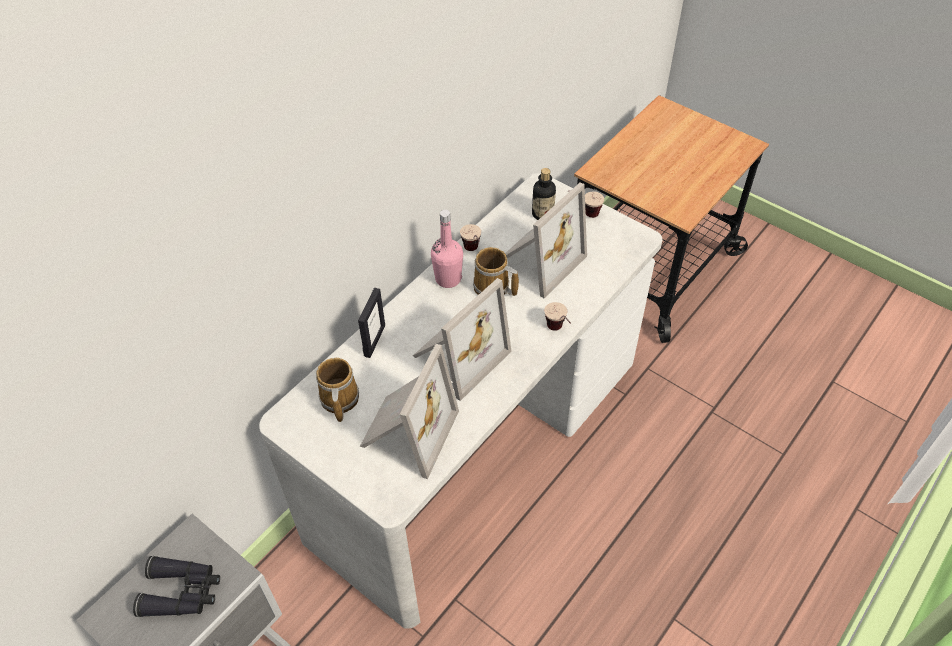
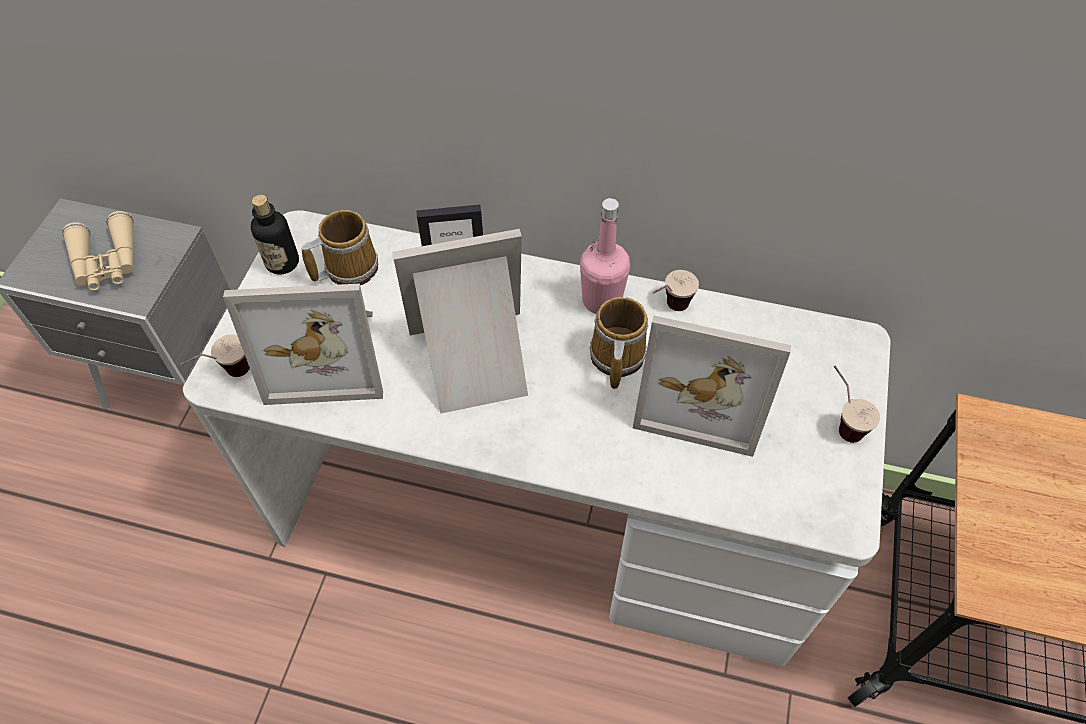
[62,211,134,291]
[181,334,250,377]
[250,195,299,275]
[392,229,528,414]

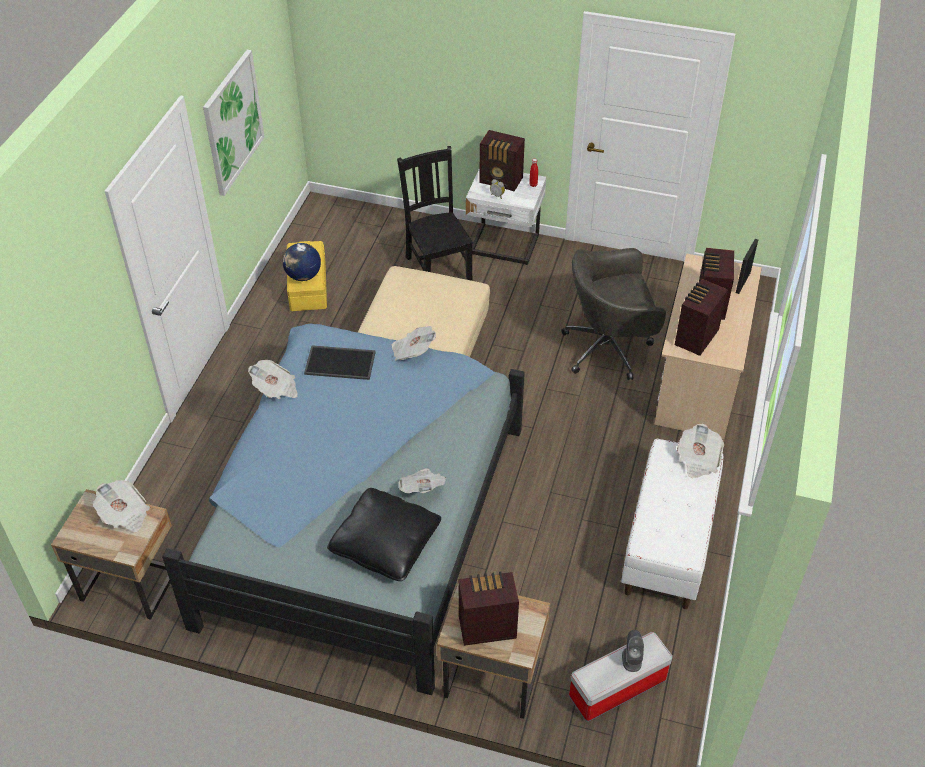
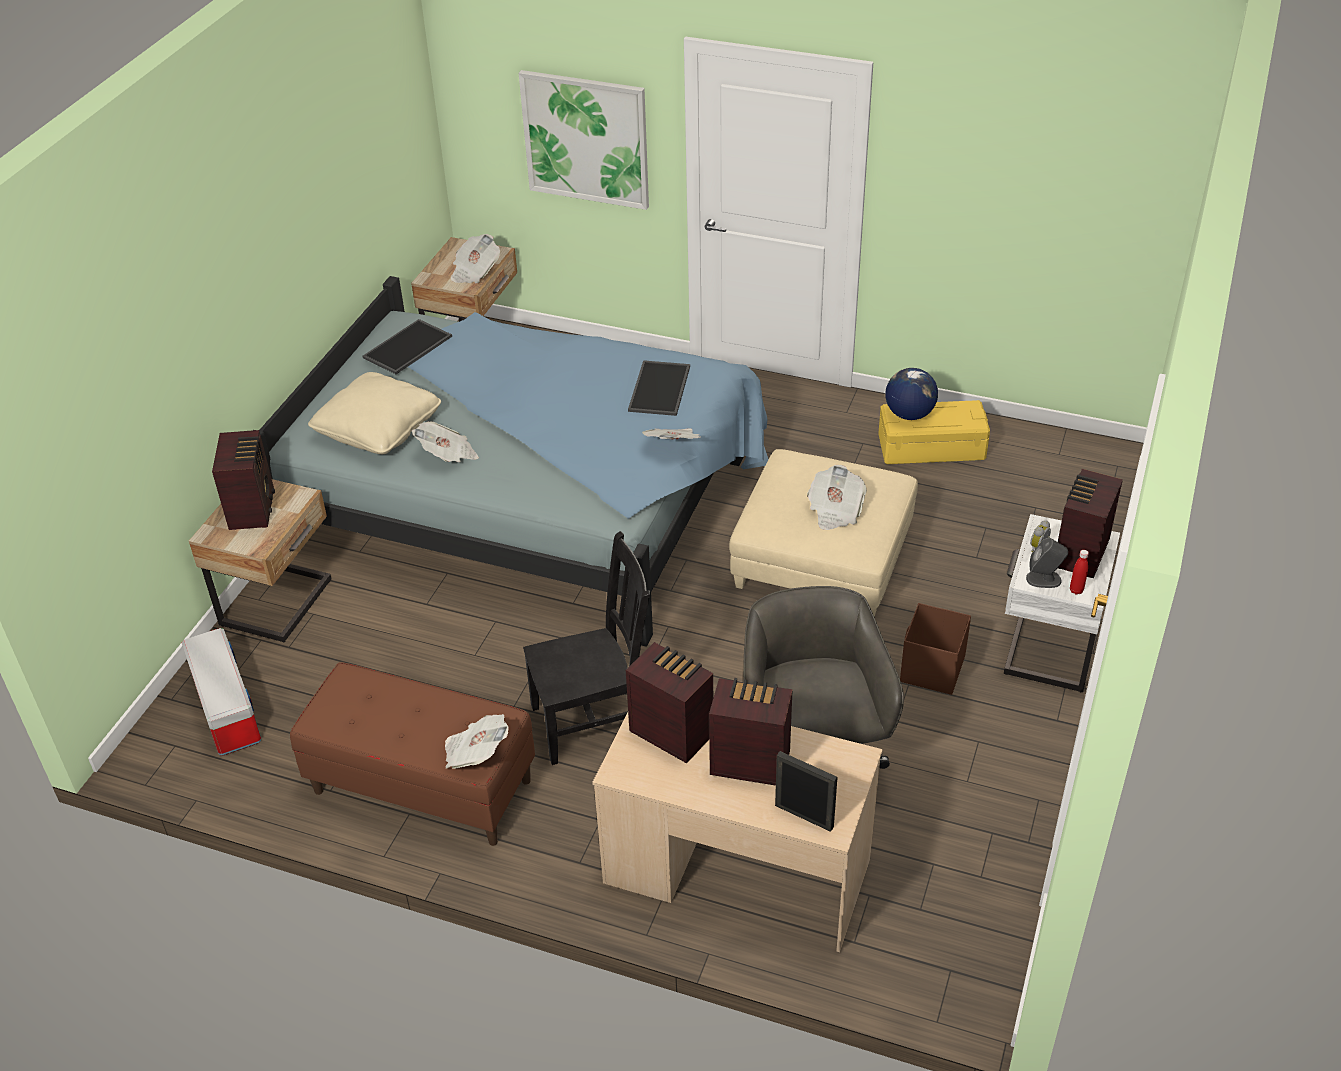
[290,662,535,846]
[308,372,441,454]
[363,319,452,374]
[519,70,649,210]
[523,531,650,765]
[807,465,867,530]
[900,603,971,695]
[1026,538,1068,588]

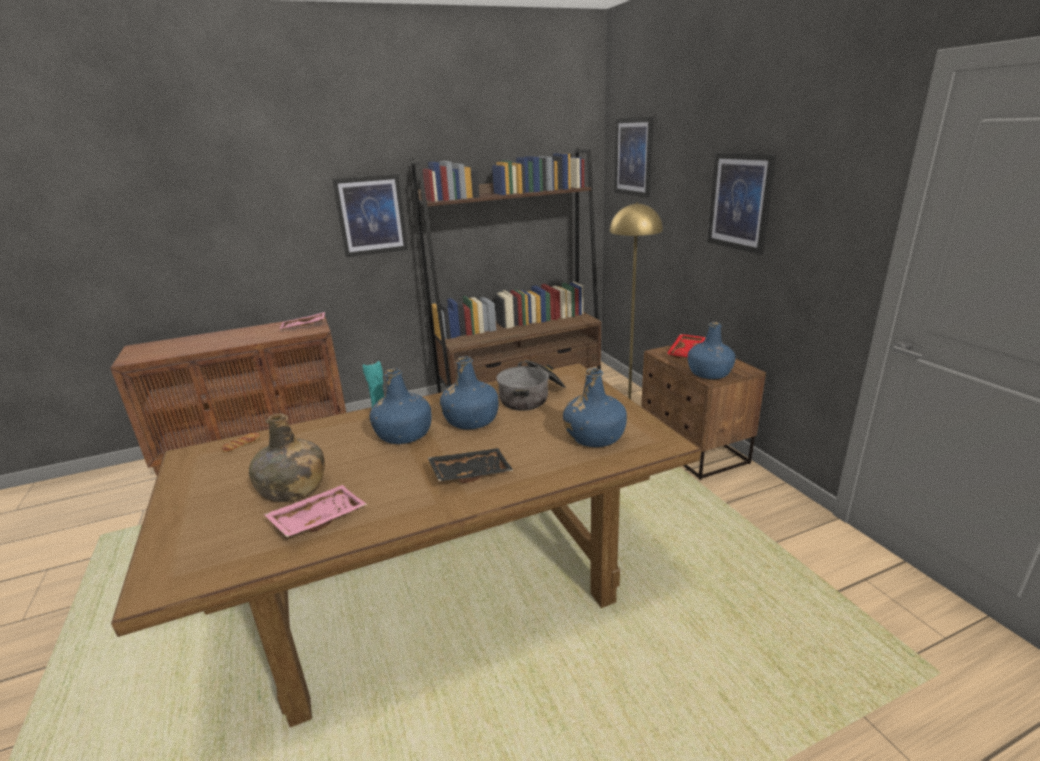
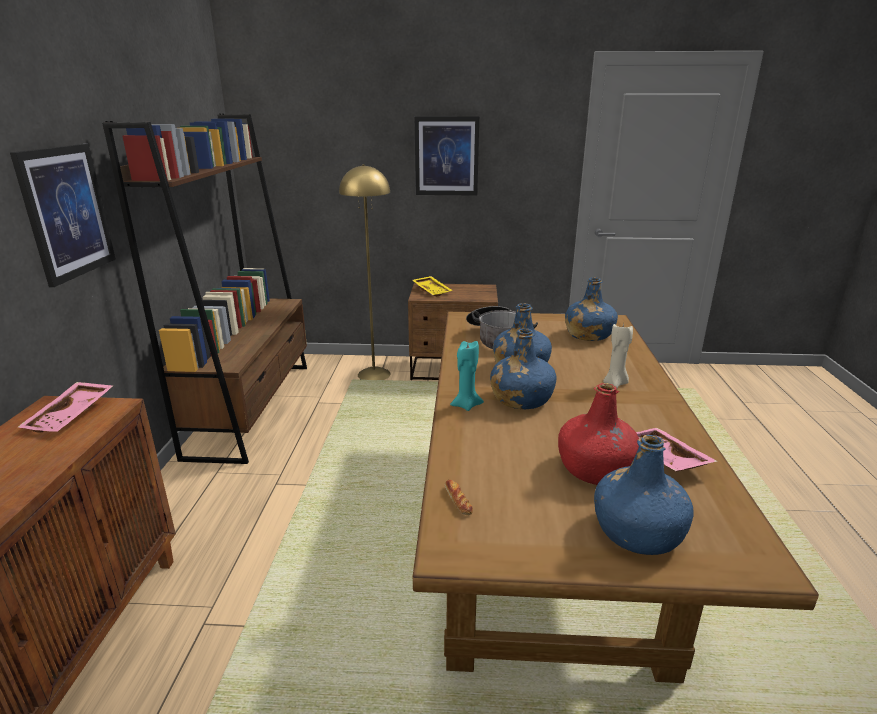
[412,276,453,297]
[558,383,639,485]
[594,435,694,555]
[603,323,633,388]
[614,117,654,198] (first image)

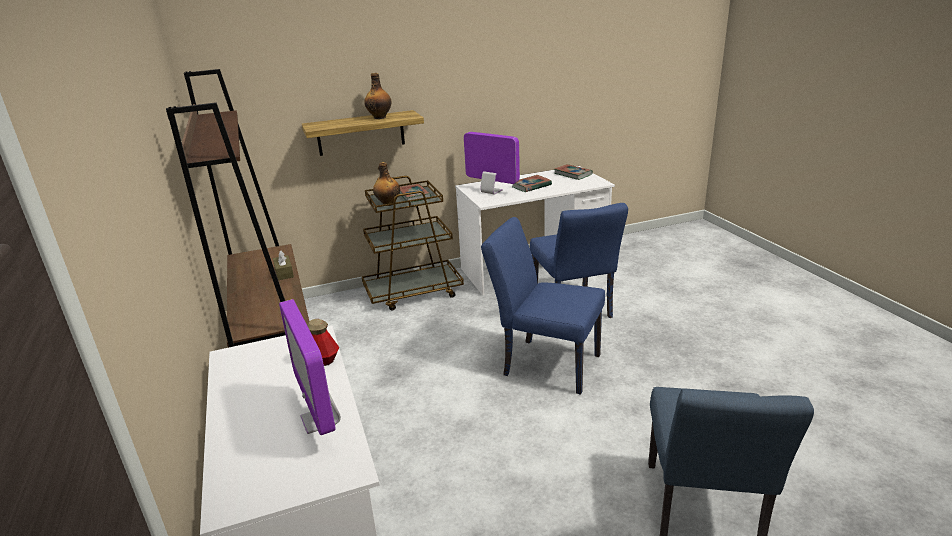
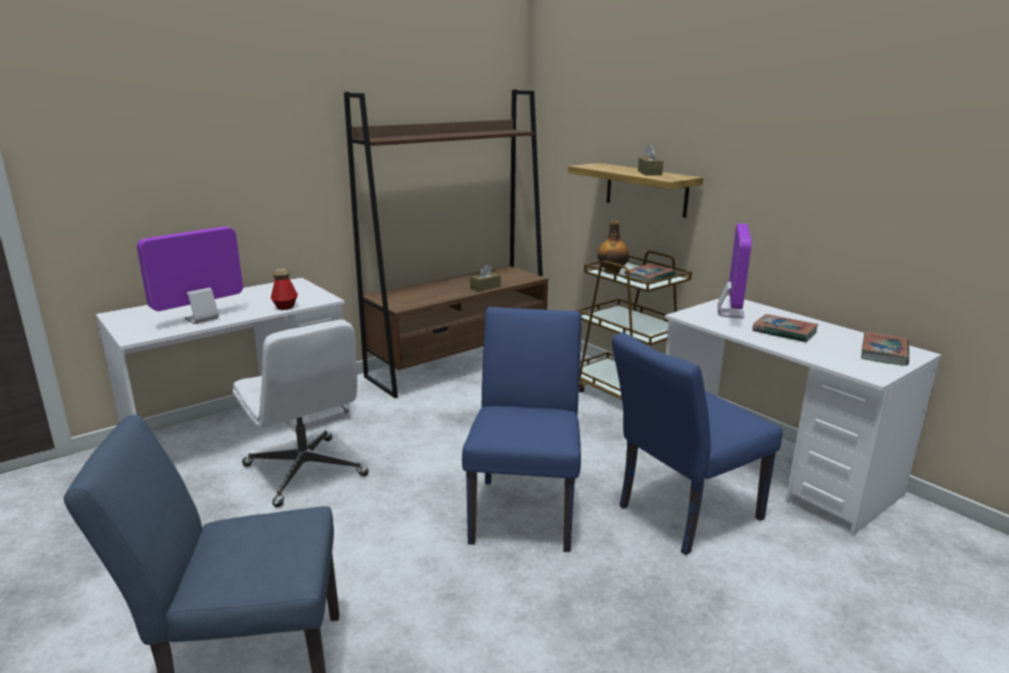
[233,320,369,507]
[638,145,663,176]

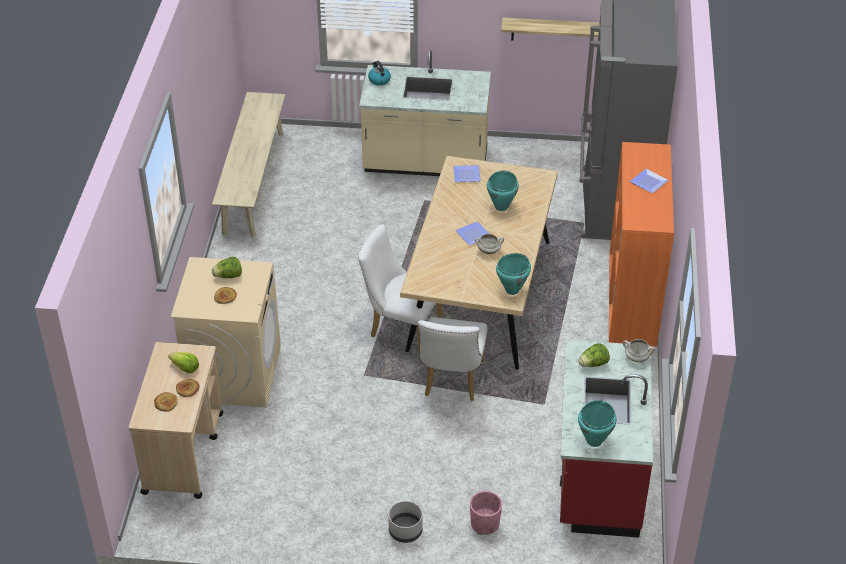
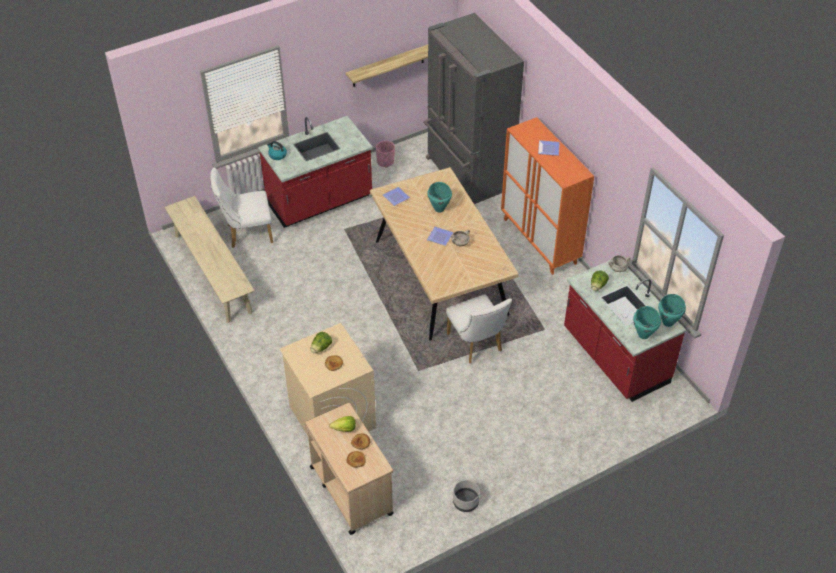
[210,167,273,248]
[258,116,373,228]
[376,141,395,167]
[453,480,480,512]
[658,294,686,327]

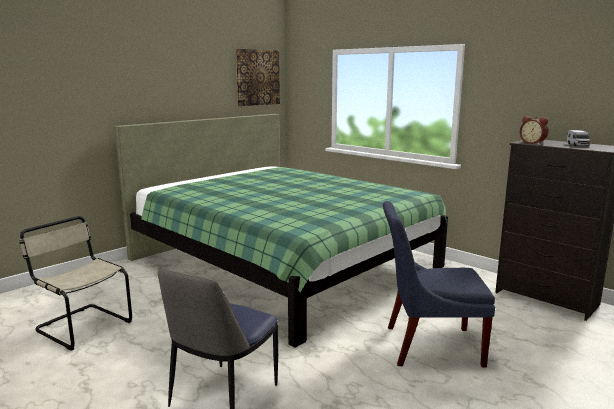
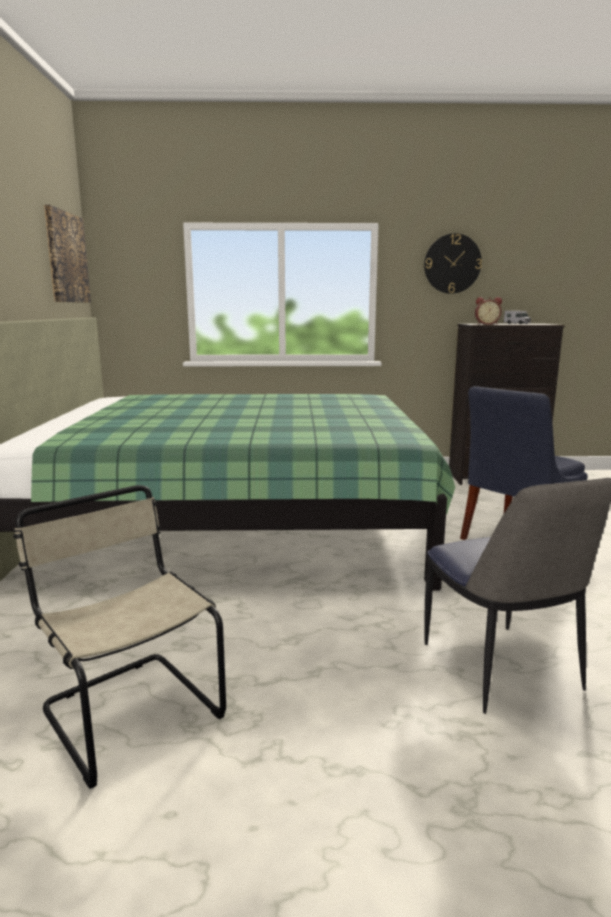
[13,485,226,789]
[424,233,482,294]

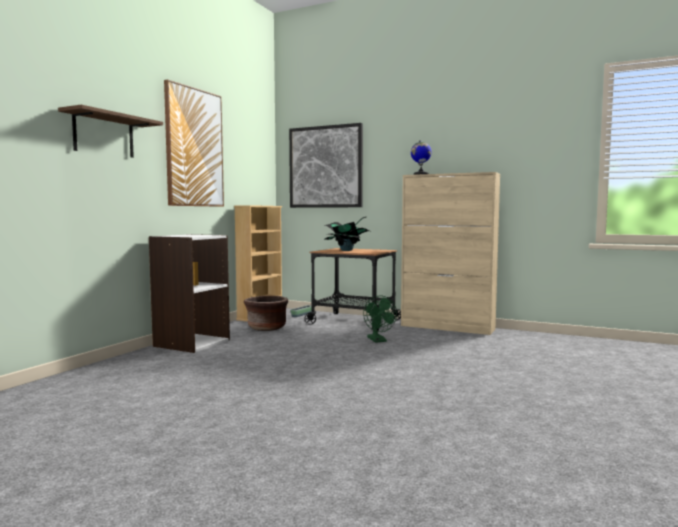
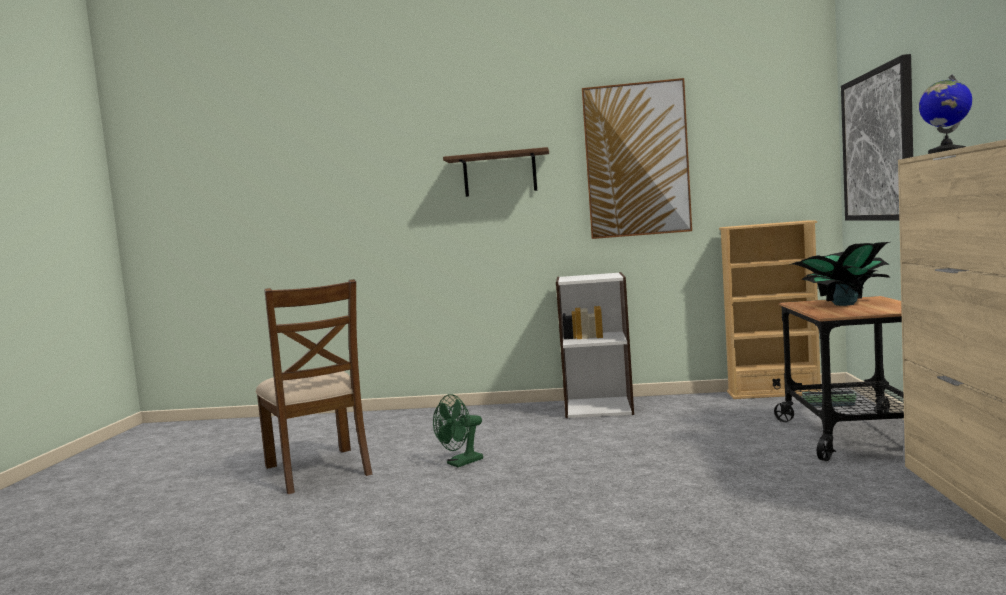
[256,279,372,494]
[433,394,483,467]
[244,296,289,331] (first image)

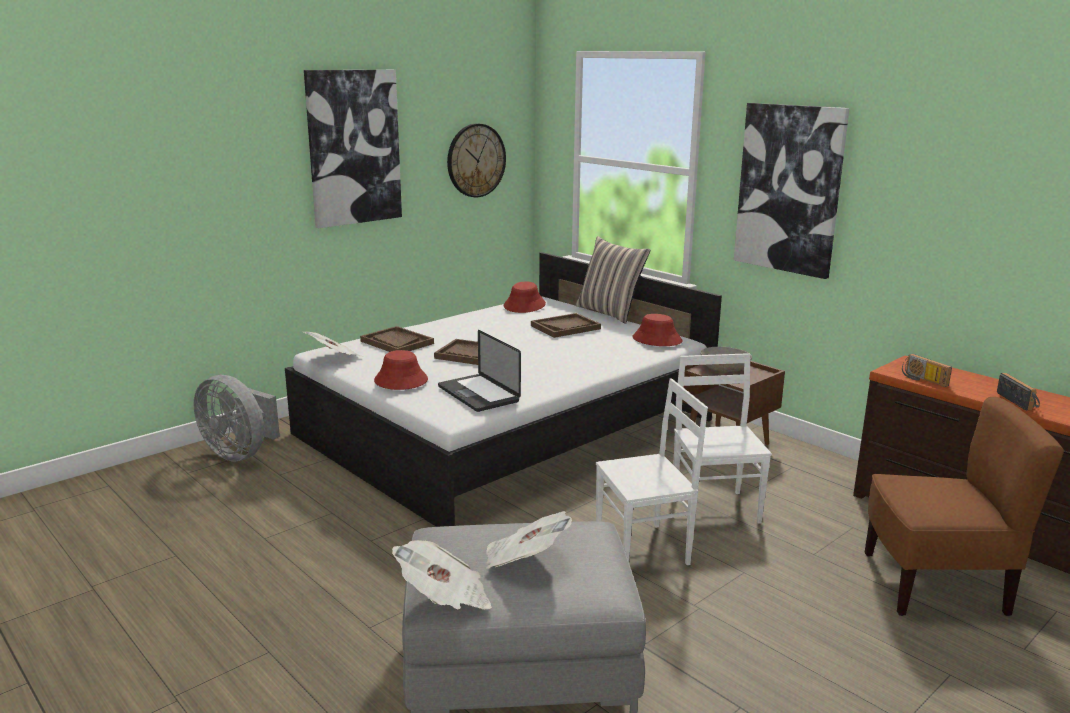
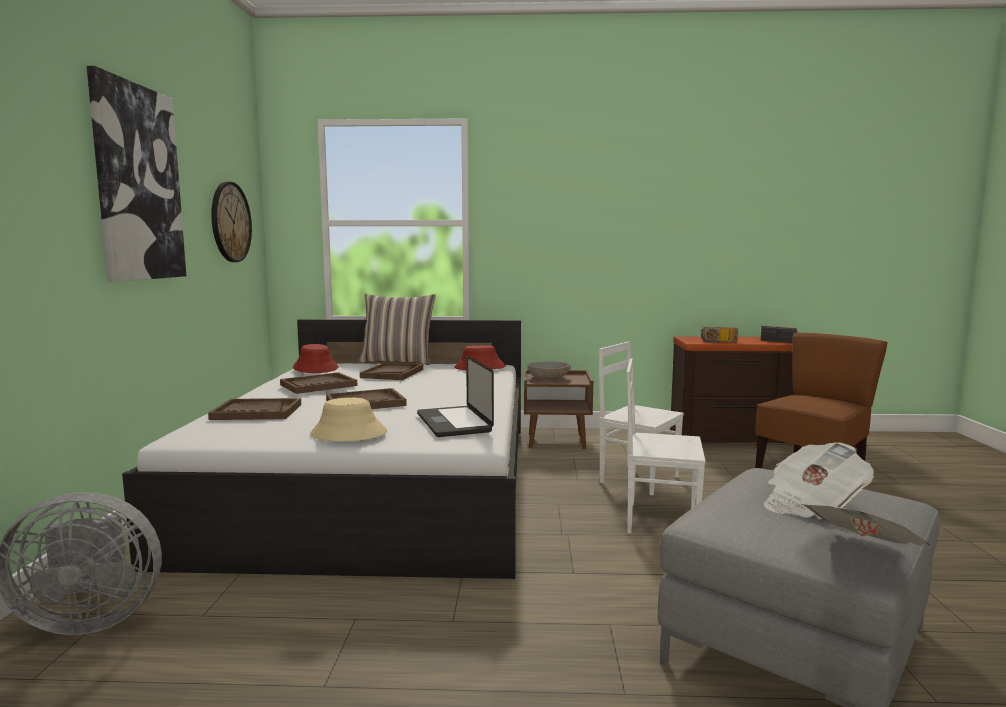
[280,372,357,394]
[310,398,387,441]
[417,356,494,437]
[627,359,706,534]
[304,332,364,357] (first image)
[734,103,850,279] (first image)

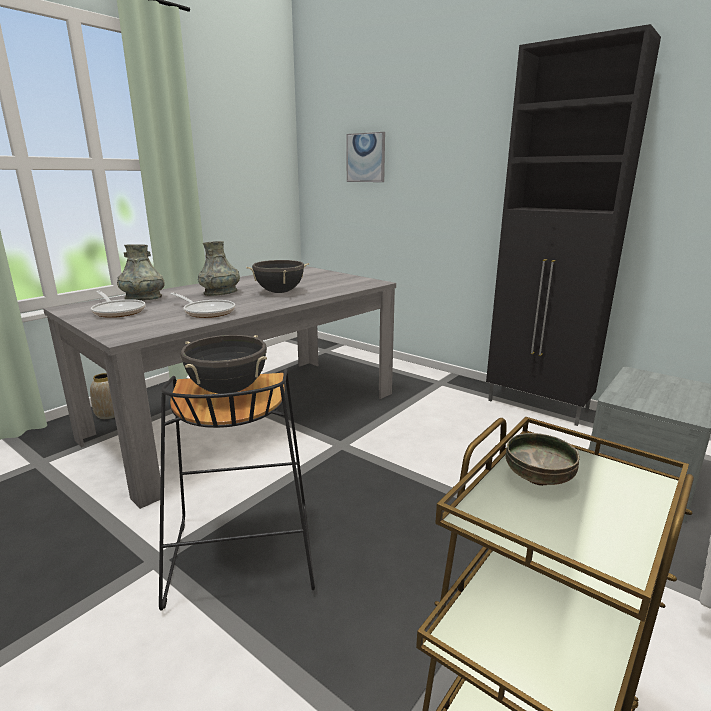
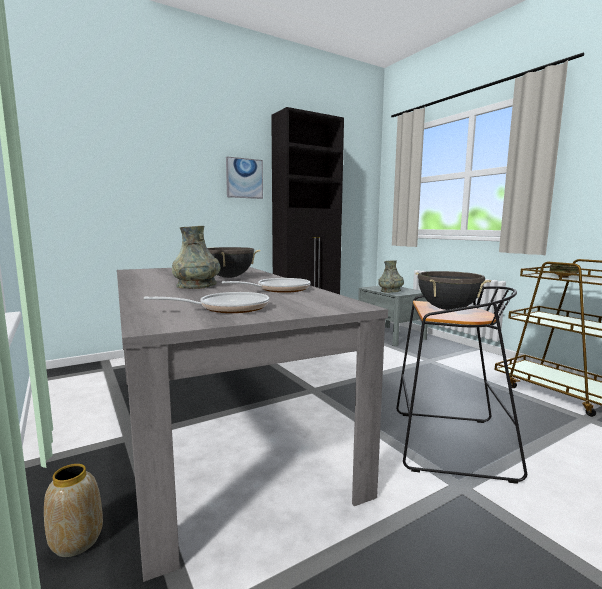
[226,156,263,199]
[378,261,404,293]

